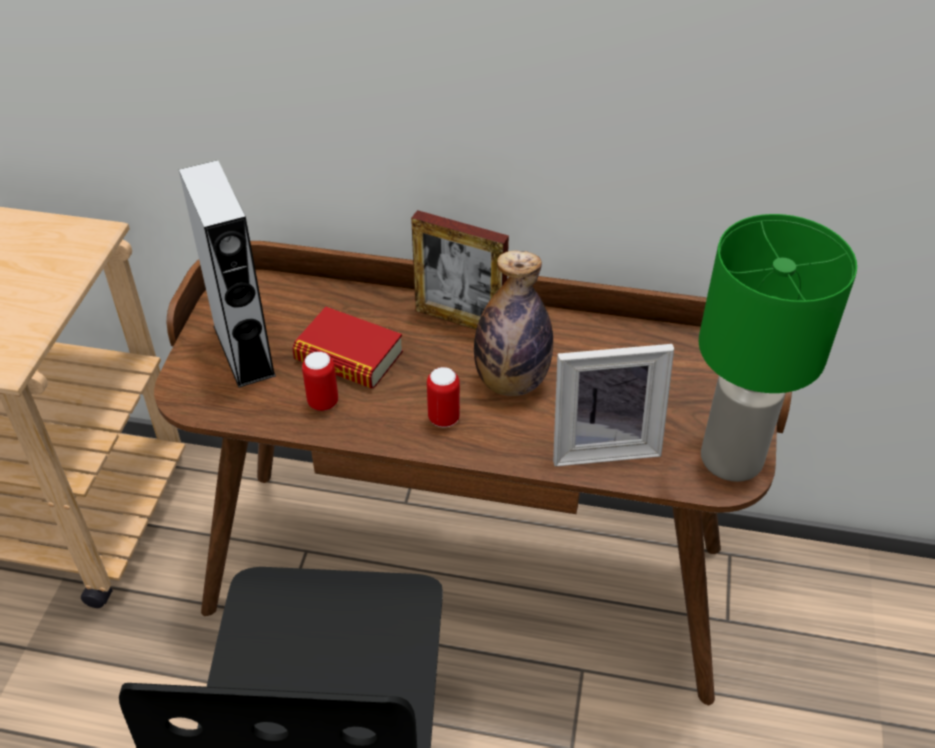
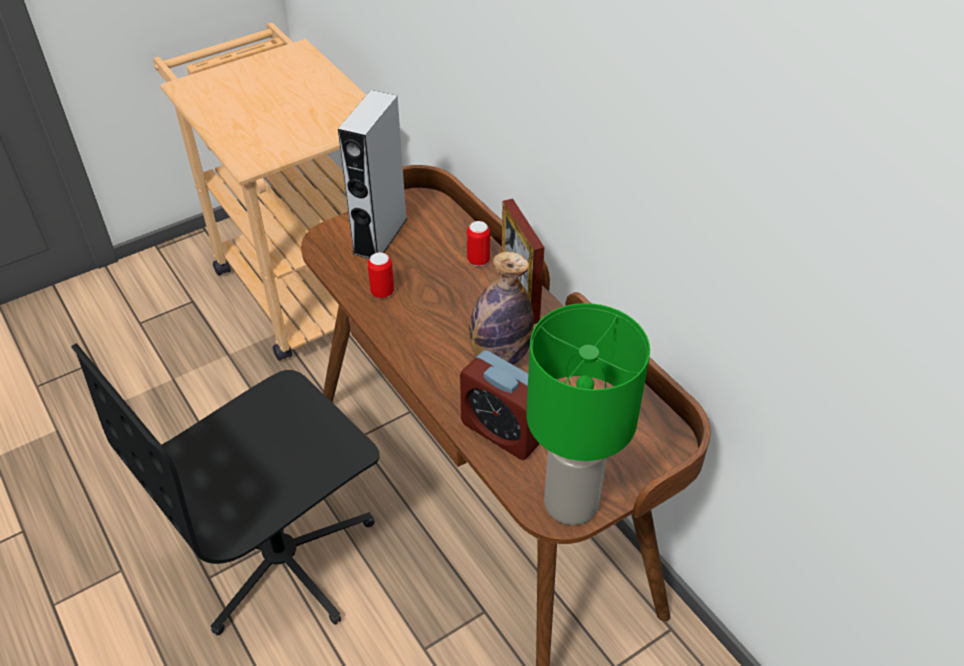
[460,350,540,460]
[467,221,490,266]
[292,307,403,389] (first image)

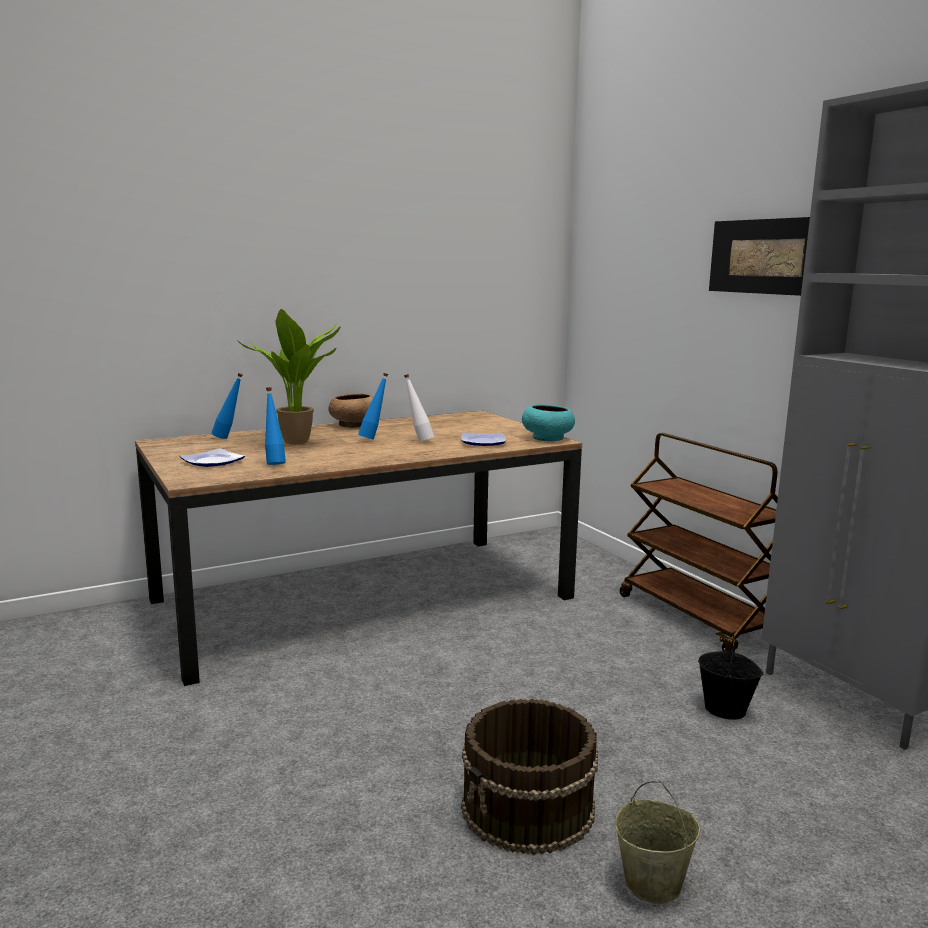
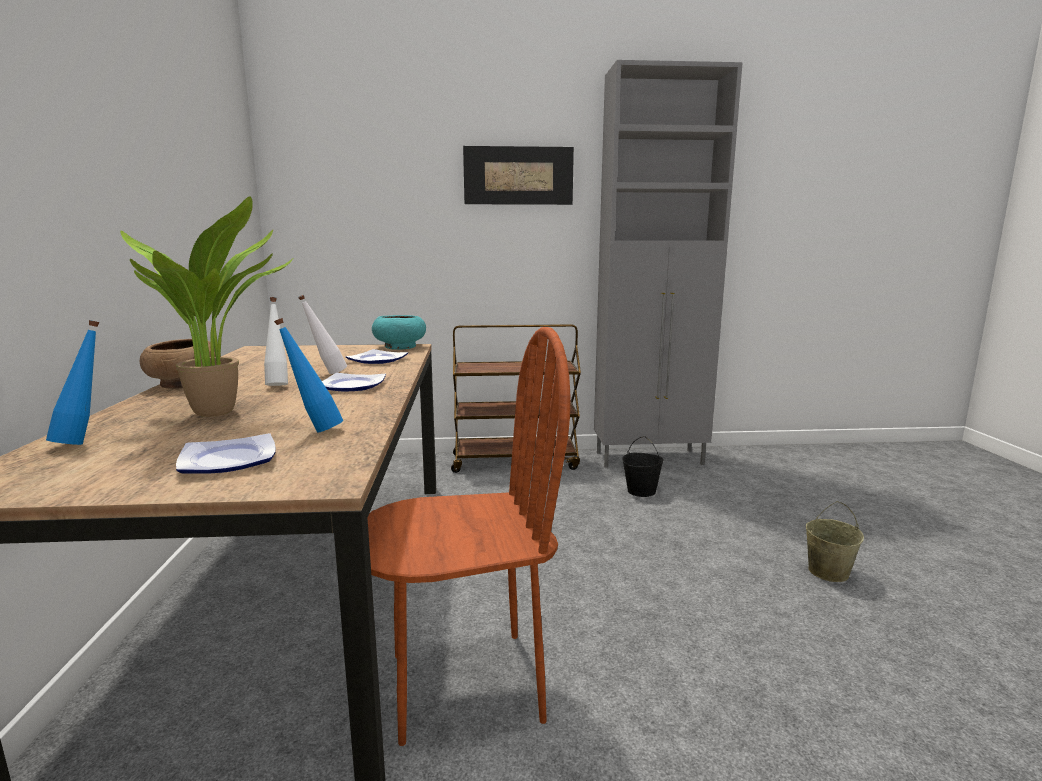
[264,297,288,386]
[322,373,386,391]
[368,327,571,746]
[461,699,598,855] (first image)

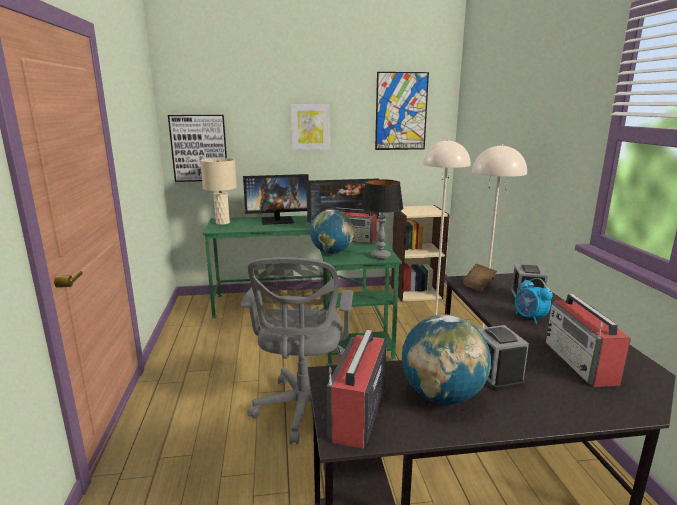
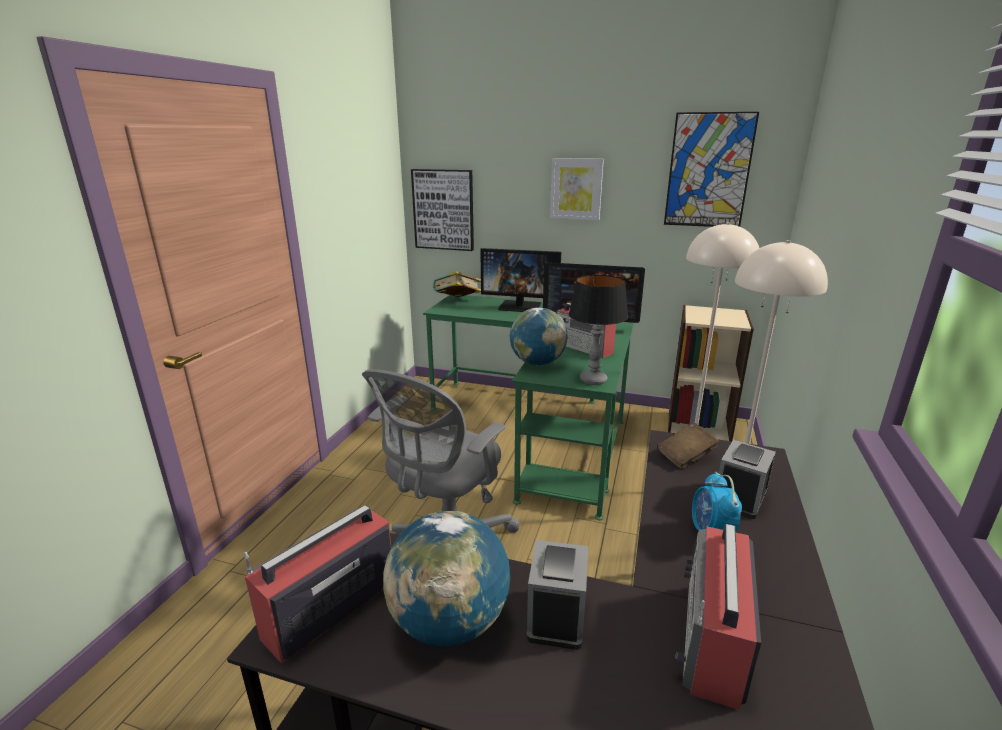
[433,271,481,297]

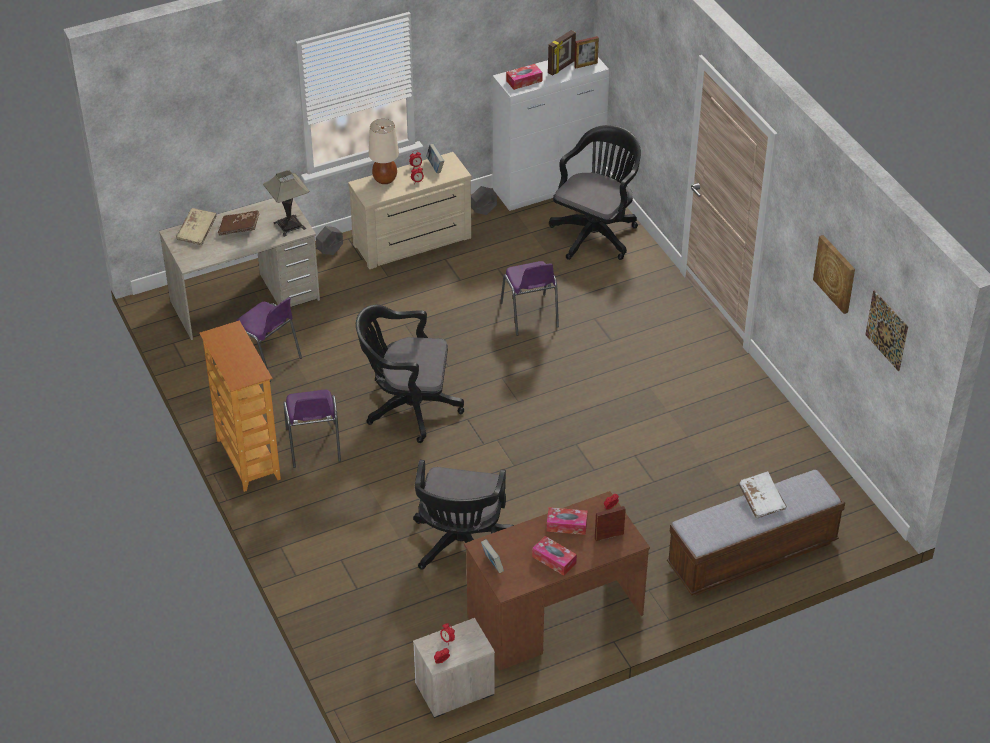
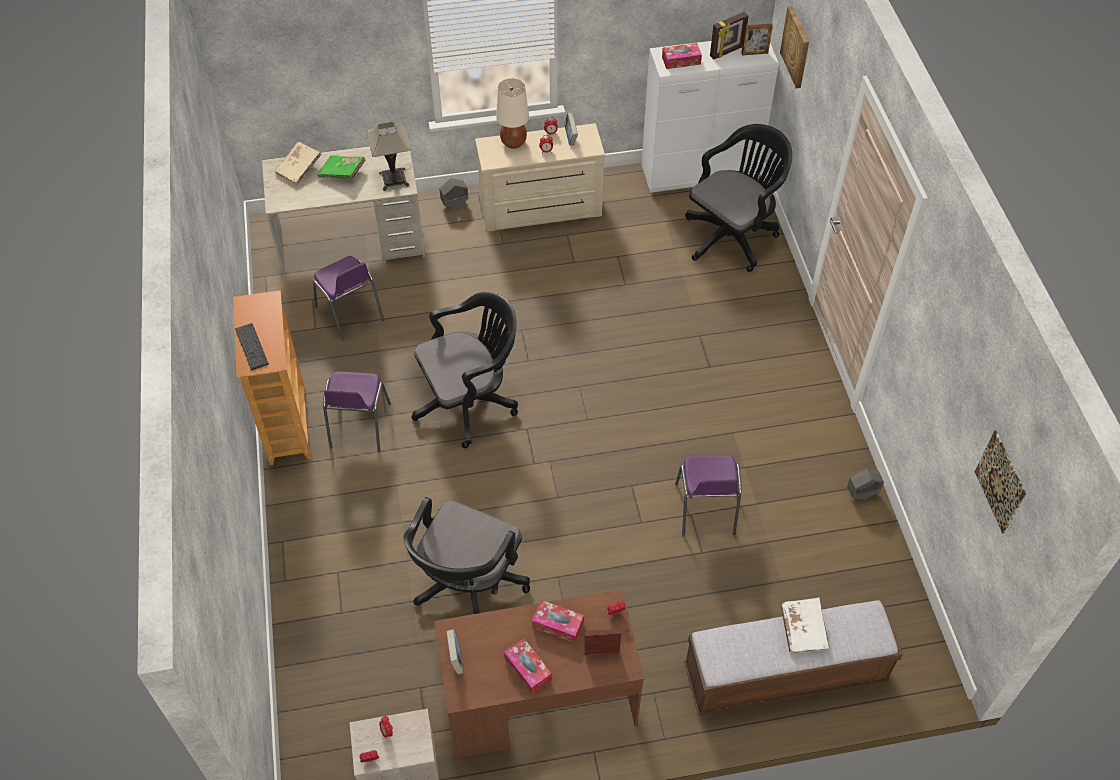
[235,323,269,370]
[317,155,365,179]
[412,292,518,448]
[675,455,742,536]
[780,6,809,88]
[847,469,884,500]

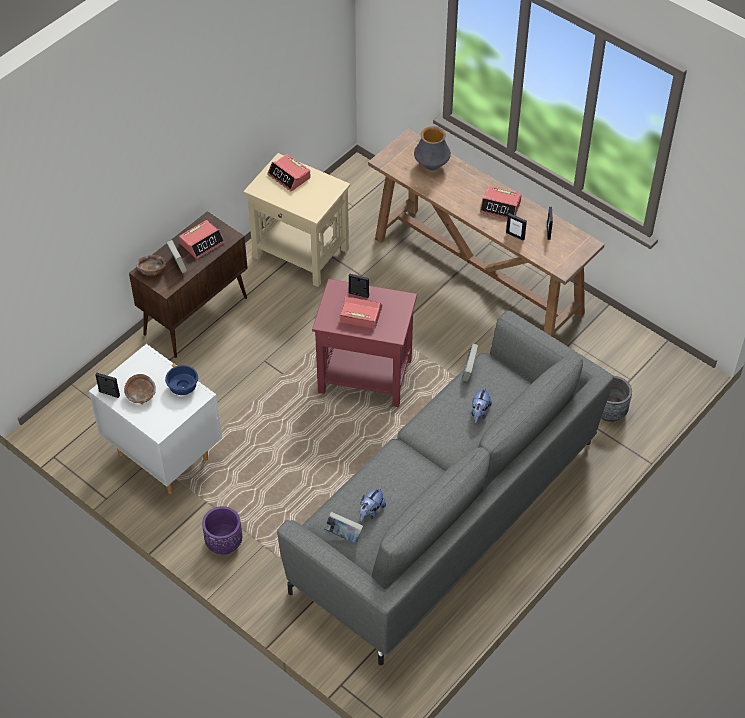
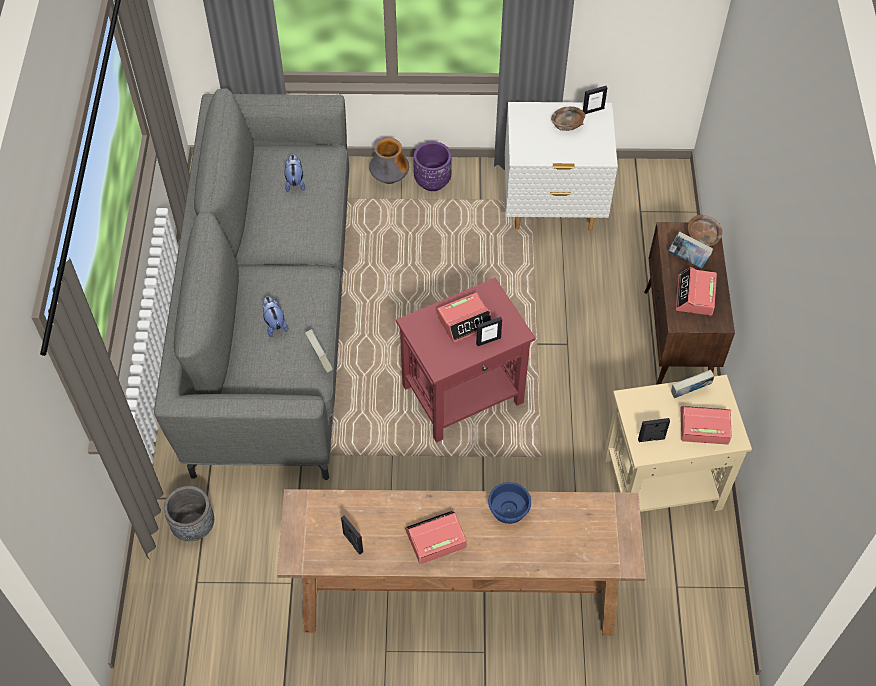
[369,137,409,184]
[488,482,531,524]
[638,418,670,442]
[671,369,714,398]

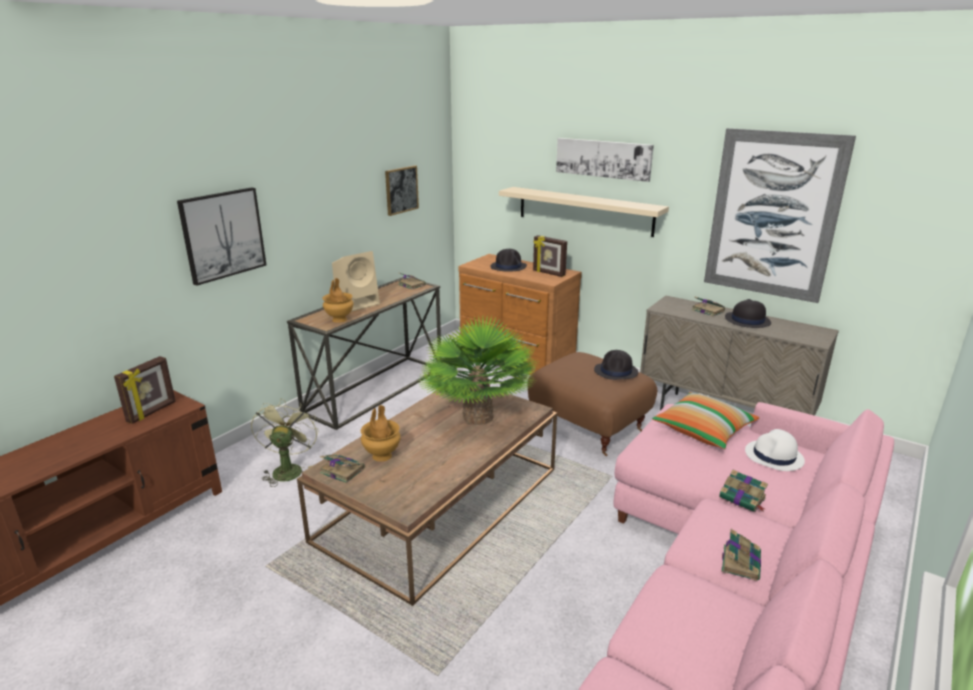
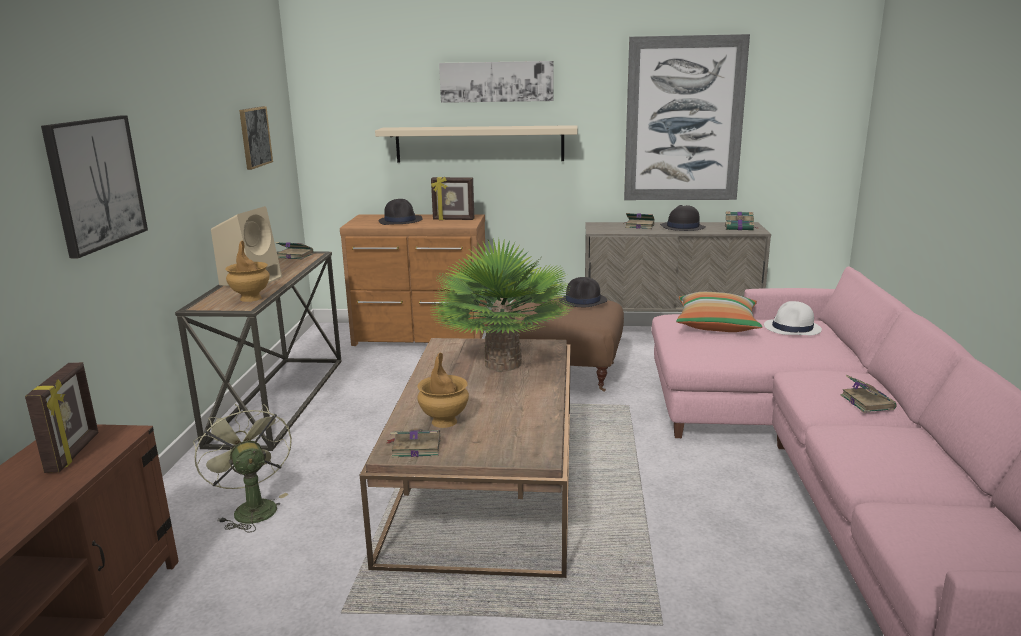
[725,211,759,231]

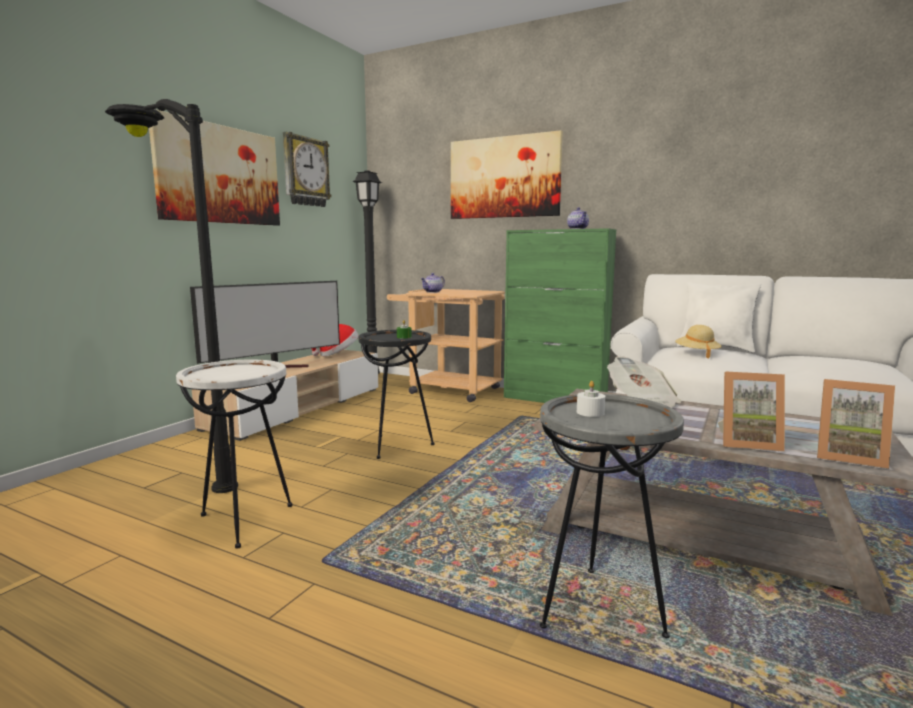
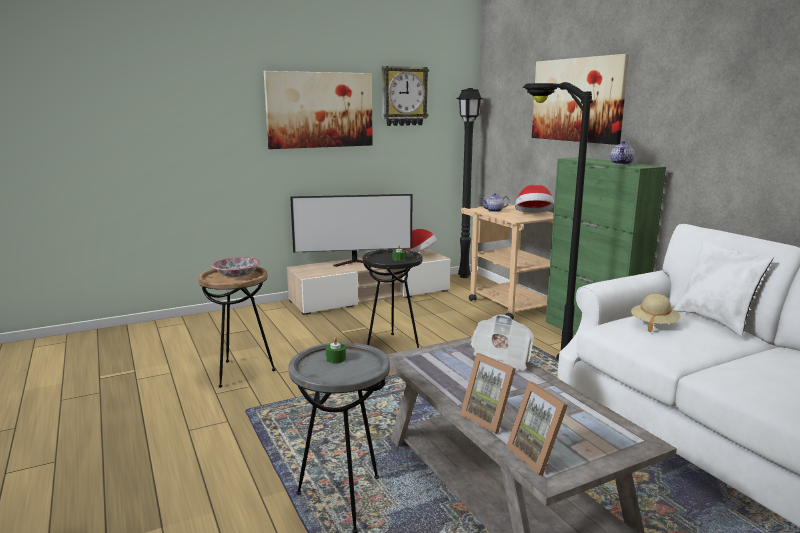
[198,267,276,388]
[212,257,261,277]
[326,337,346,364]
[515,185,554,213]
[523,82,593,361]

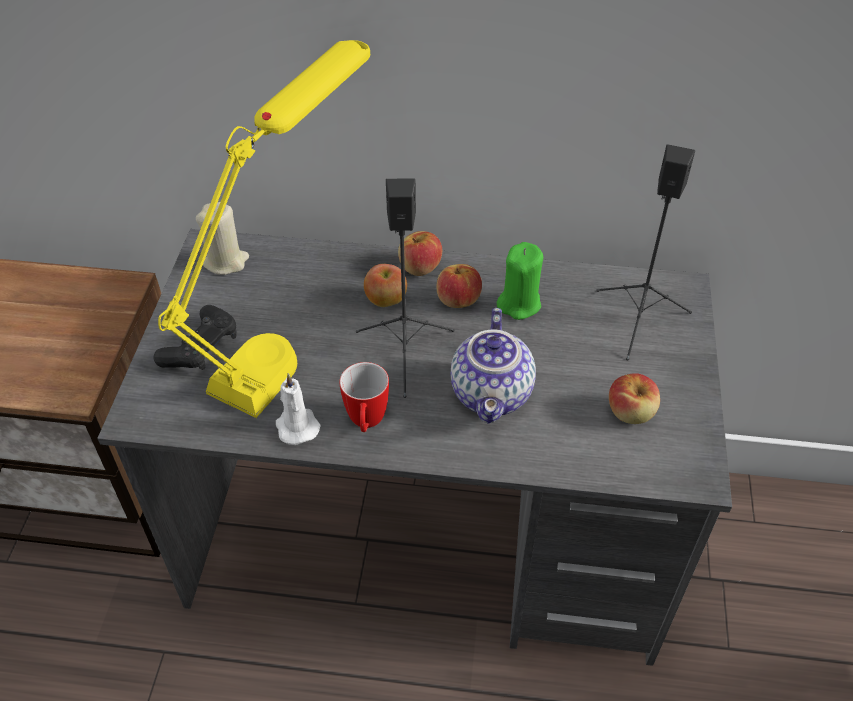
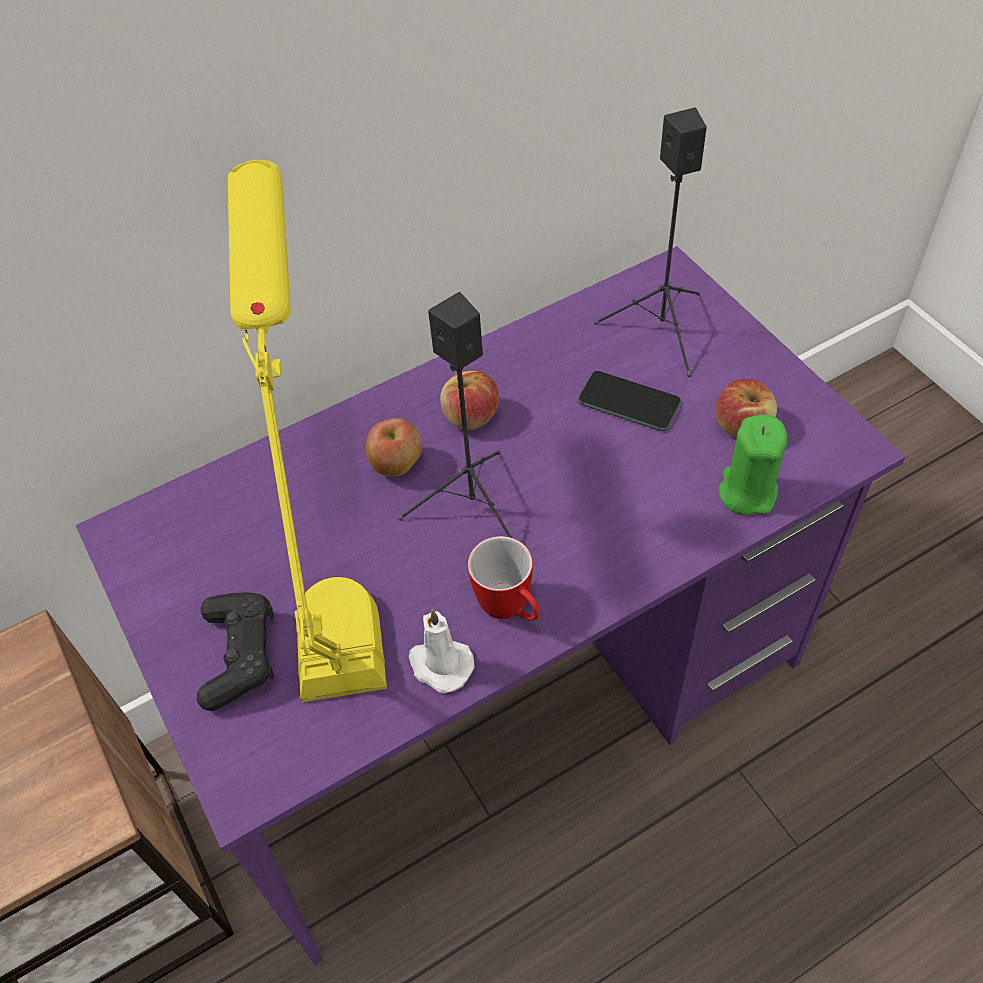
[76,246,906,965]
[578,371,681,431]
[718,415,787,515]
[196,202,249,275] (first image)
[398,231,442,276] (first image)
[451,308,536,424] (first image)

